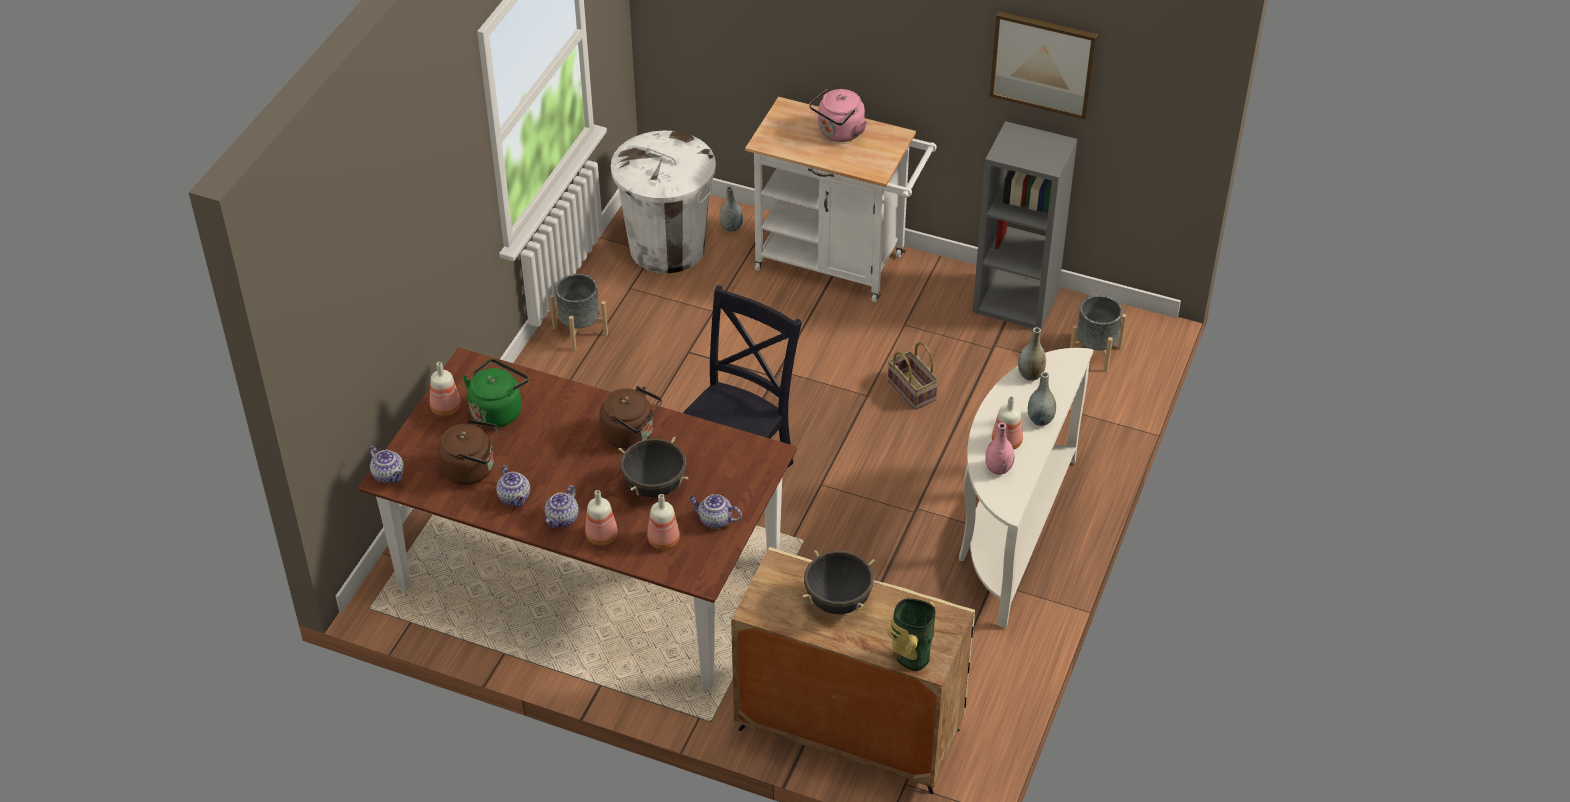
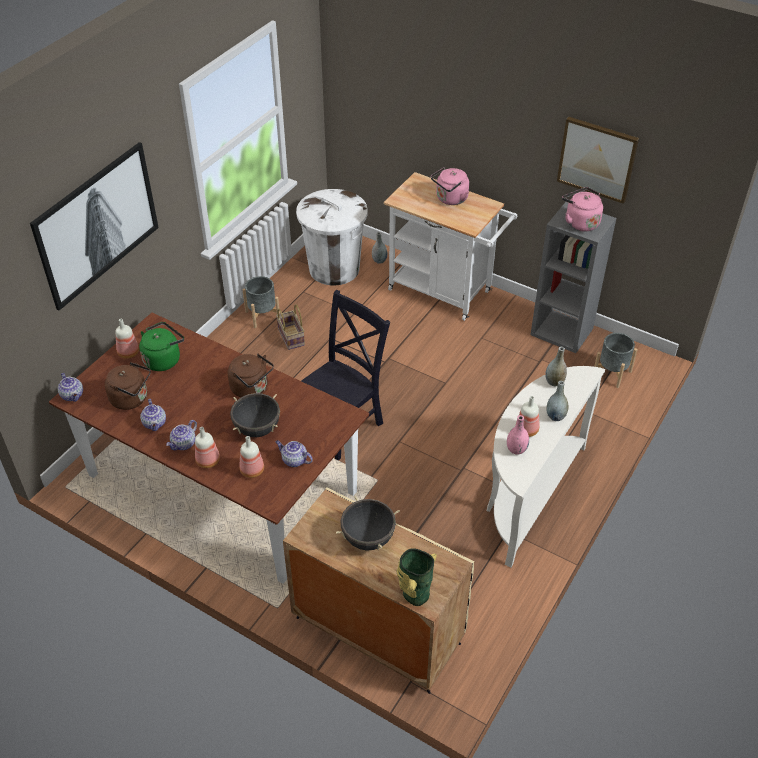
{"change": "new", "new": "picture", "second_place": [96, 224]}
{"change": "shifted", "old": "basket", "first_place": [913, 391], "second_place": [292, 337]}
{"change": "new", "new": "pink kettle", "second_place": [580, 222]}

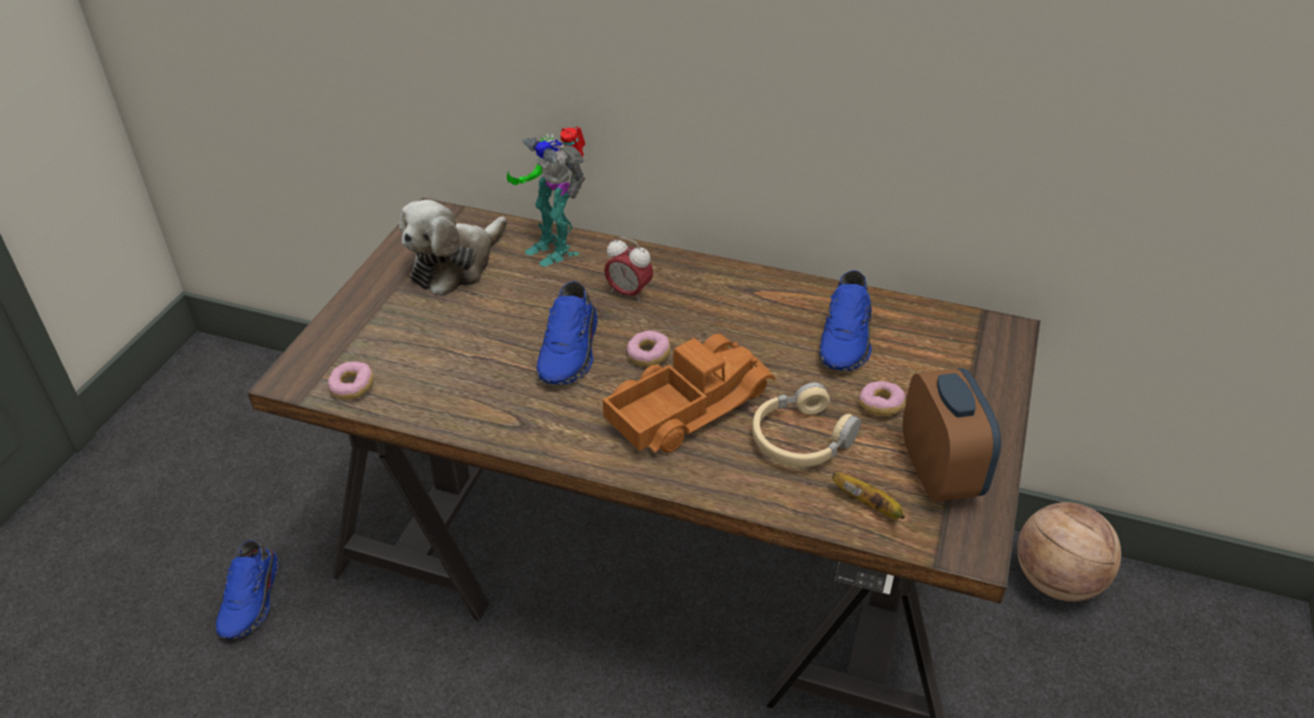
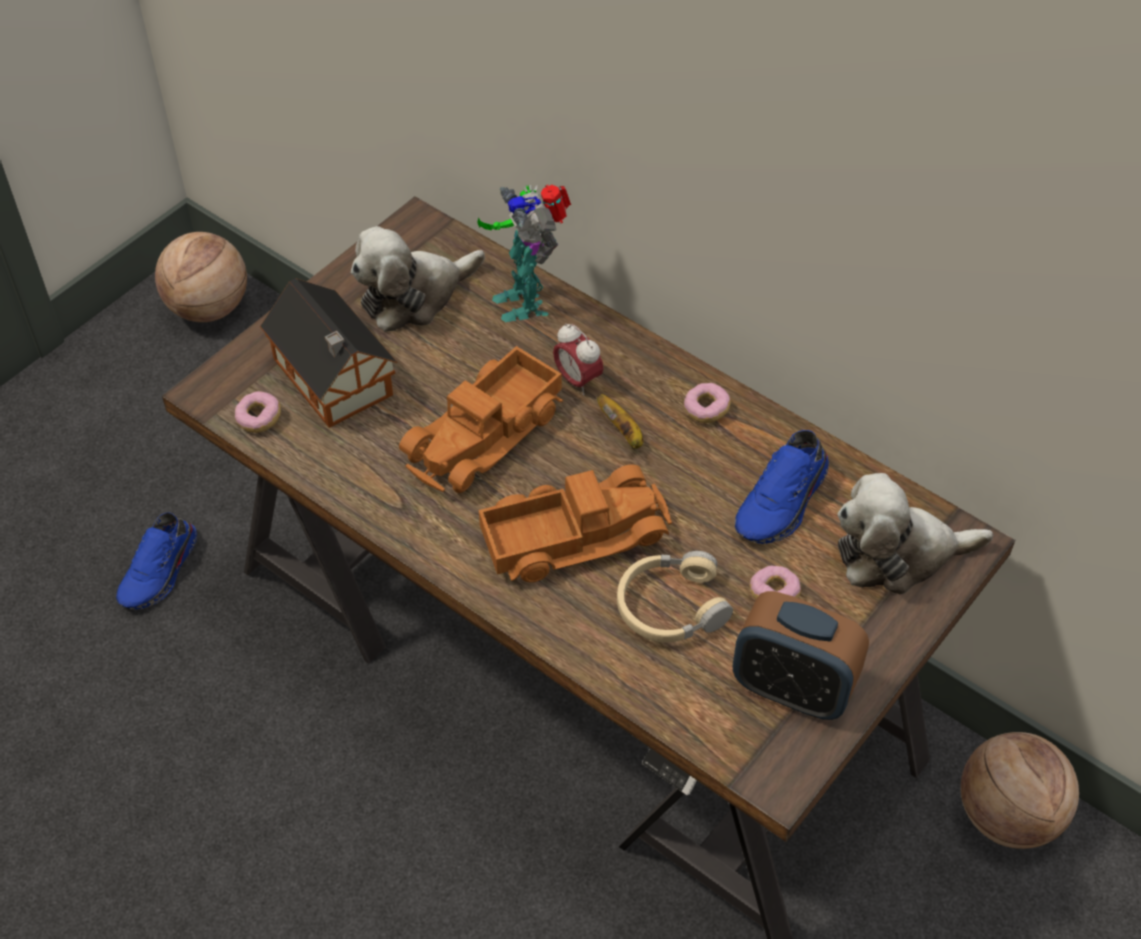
{"change": "new", "new": "basketball", "second_place": [209, 308]}
{"change": "new", "new": "toy house", "second_place": [334, 381]}
{"change": "swapped", "old": "blue shoe", "new": "toy truck", "first_place": [571, 351], "second_place": [487, 435]}
{"change": "shifted", "old": "banana", "first_place": [869, 506], "second_place": [623, 432]}
{"change": "shifted", "old": "donut", "first_place": [648, 356], "second_place": [706, 410]}
{"change": "rotated", "old": "alarm clock", "first_place": [940, 473], "second_place": [792, 688], "degrees": 105}
{"change": "new", "new": "plush toy", "second_place": [898, 554]}

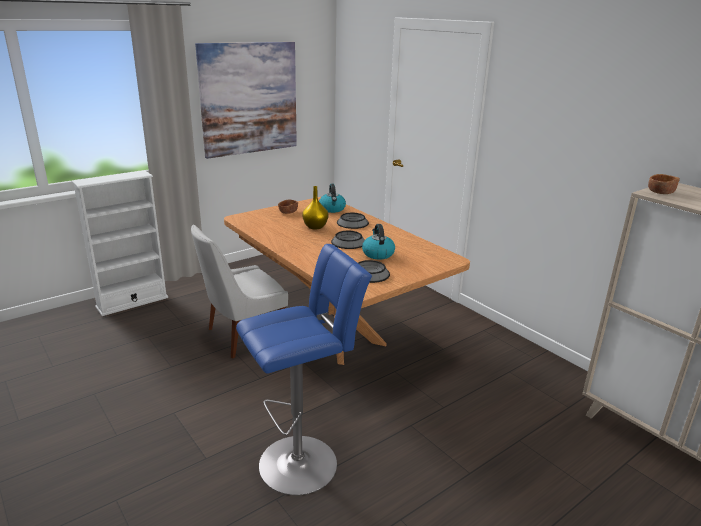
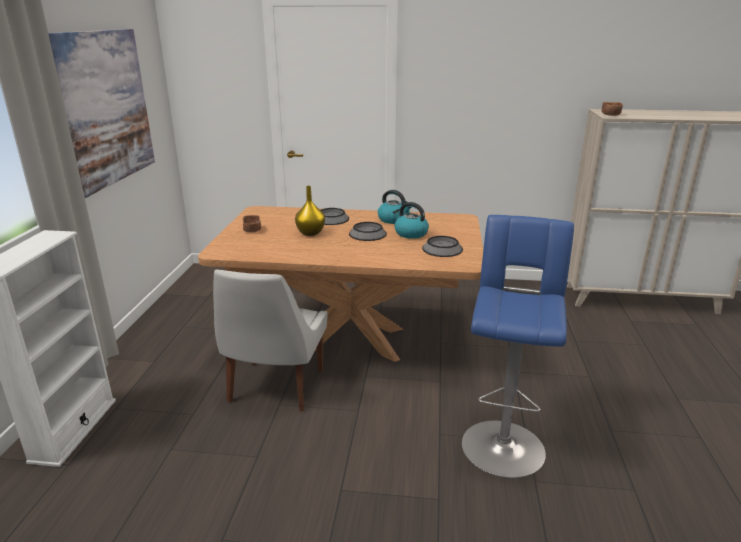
{"change": "shifted", "old": "kettle", "first_place": [332, 209], "second_place": [394, 219]}

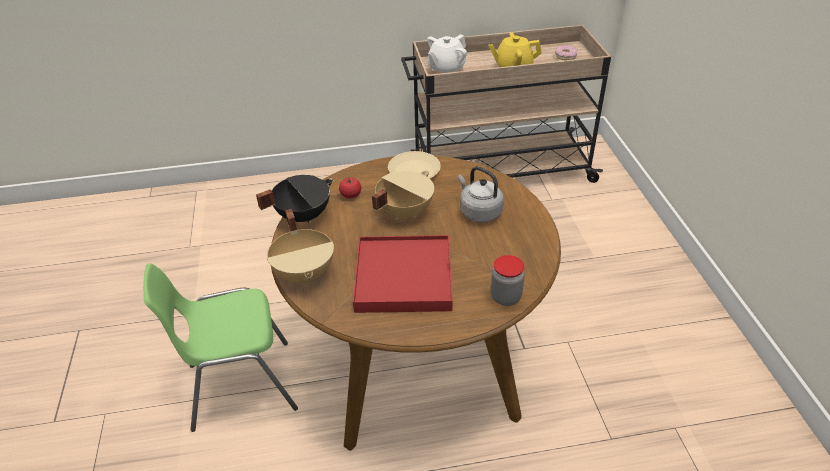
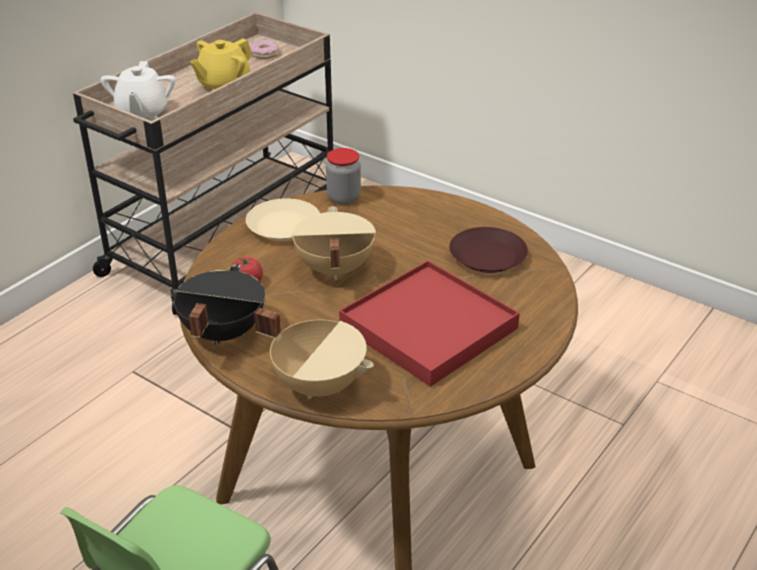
{"change": "shifted", "old": "jar", "first_place": [505, 297], "second_place": [344, 198]}
{"change": "new", "new": "brown plate", "second_place": [487, 257]}
{"change": "gone", "old": "grey kettle", "first_place": [479, 212]}

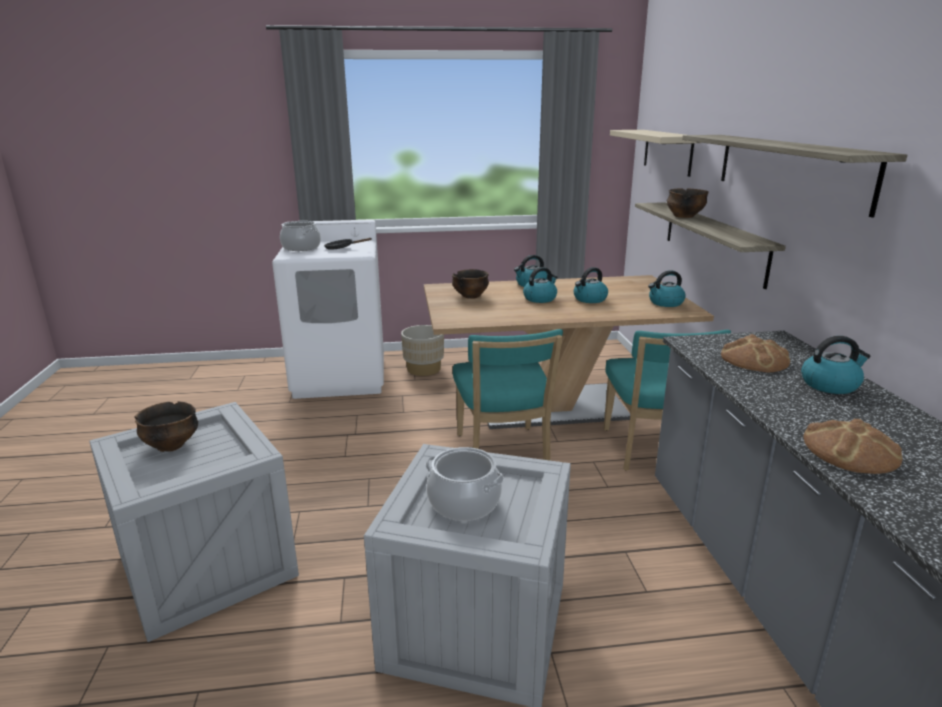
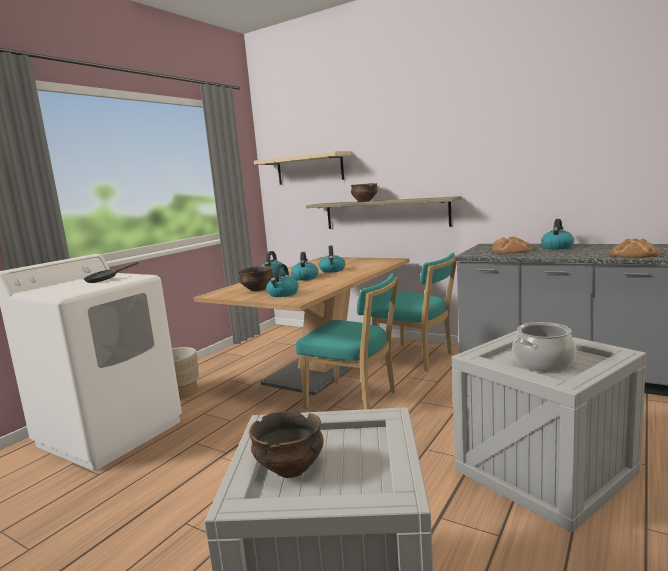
{"change": "shifted", "old": "kettle", "first_place": [665, 303], "second_place": [283, 294]}
{"change": "gone", "old": "cooking pot", "first_place": [301, 247]}
{"change": "gone", "old": "shelf", "first_place": [789, 169]}

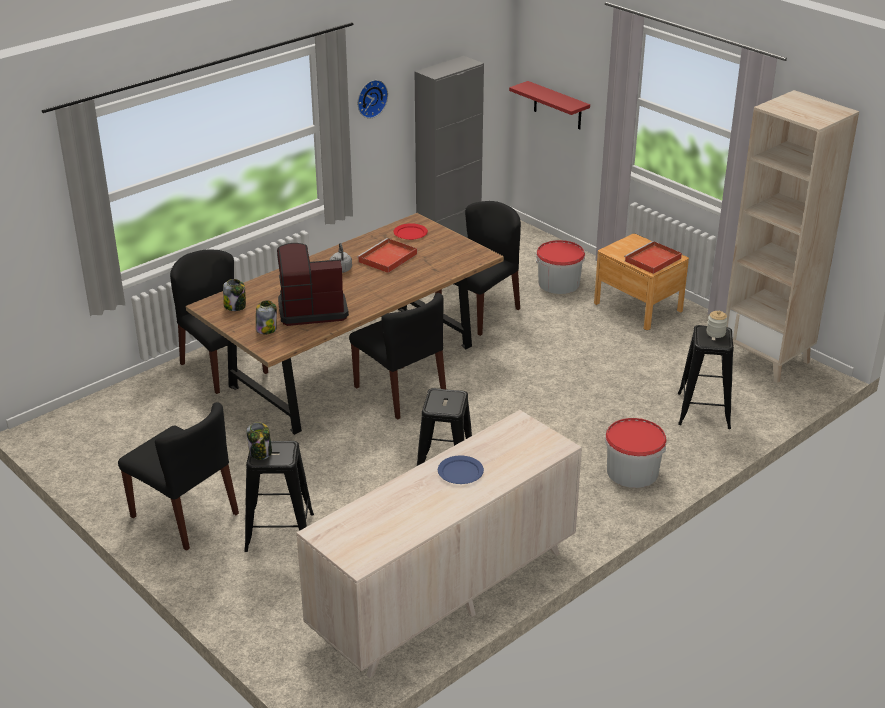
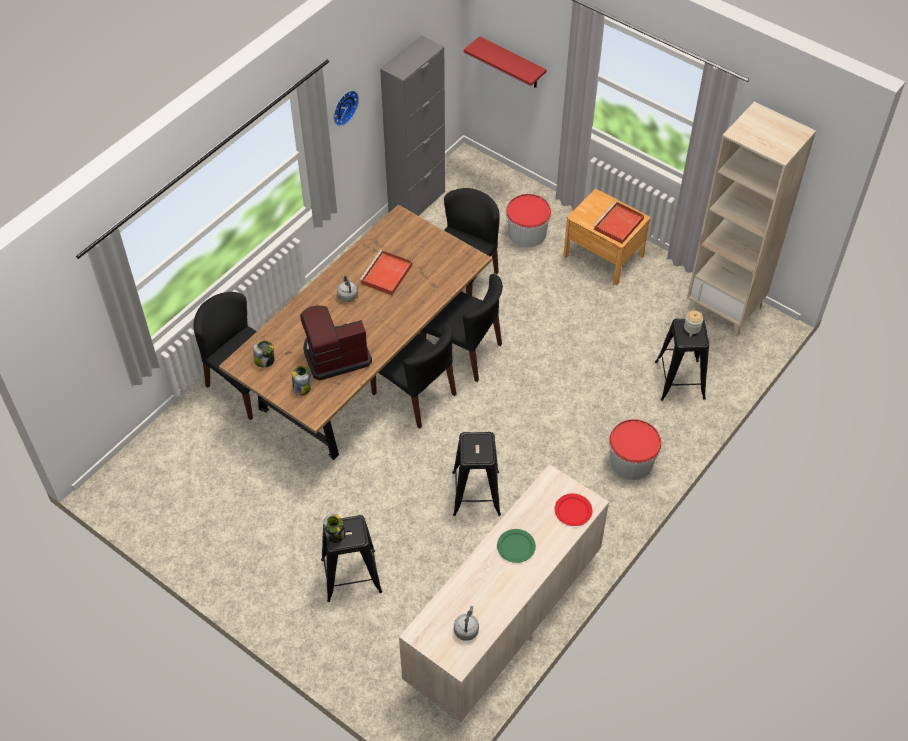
{"change": "shifted", "old": "black chair", "first_place": [185, 515], "second_place": [462, 351]}
{"change": "new", "new": "grey kettle", "second_place": [466, 629]}
{"change": "repainted", "old": "blue plate", "new": "green plate", "first_place": [460, 472], "second_place": [516, 547]}
{"change": "shifted", "old": "red plate", "first_place": [410, 233], "second_place": [572, 510]}

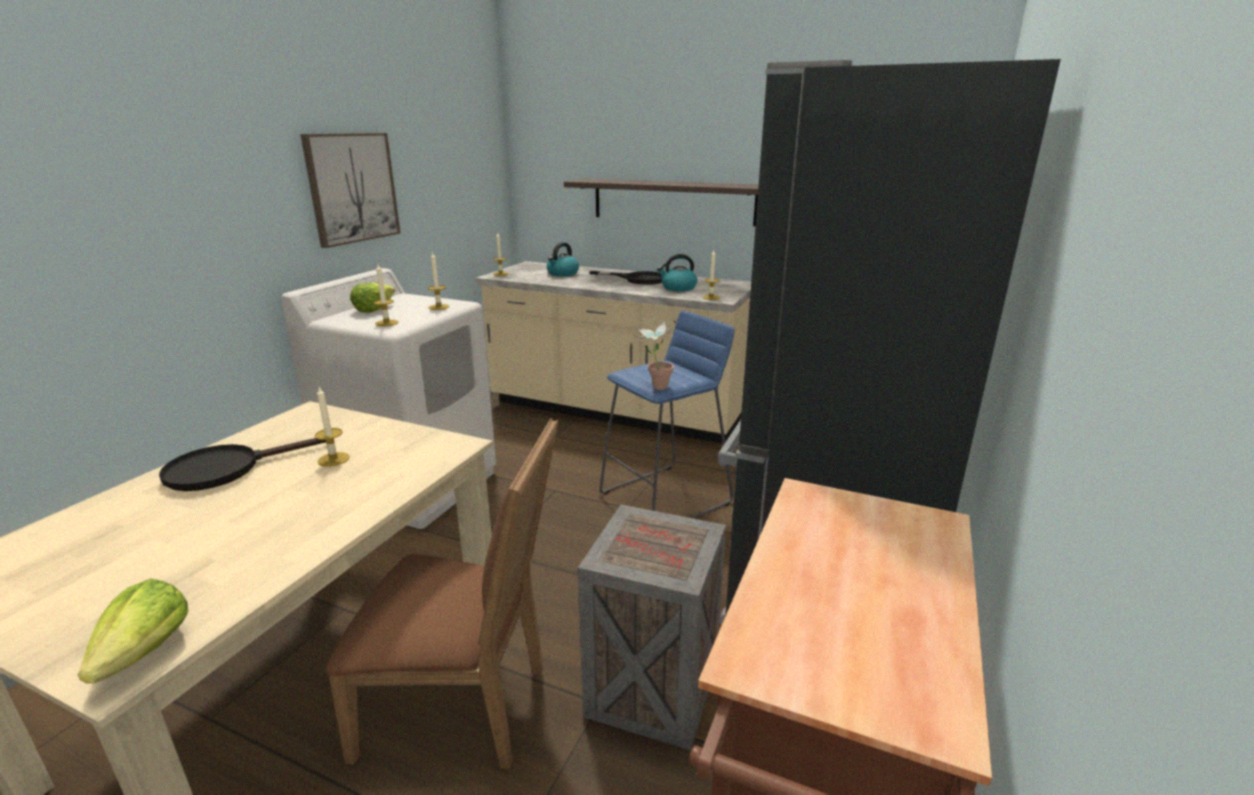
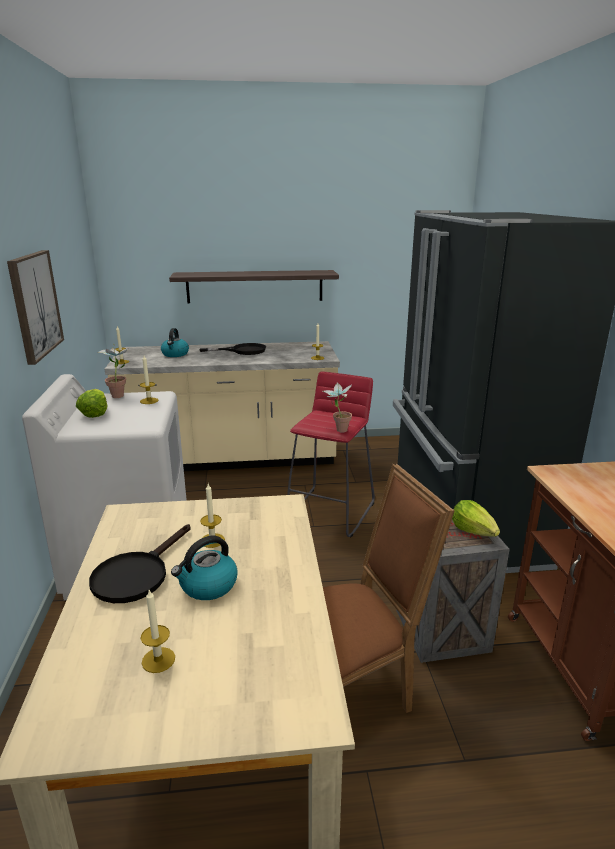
{"change": "new", "new": "potted plant", "second_place": [120, 394]}
{"change": "shifted", "old": "candle", "first_place": [386, 323], "second_place": [158, 660]}
{"change": "shifted", "old": "kettle", "first_place": [678, 288], "second_place": [208, 586]}
{"change": "repainted", "old": "blue stool", "new": "red stool", "first_place": [666, 498], "second_place": [331, 511]}
{"change": "shifted", "old": "lettuce", "first_place": [145, 652], "second_place": [474, 531]}

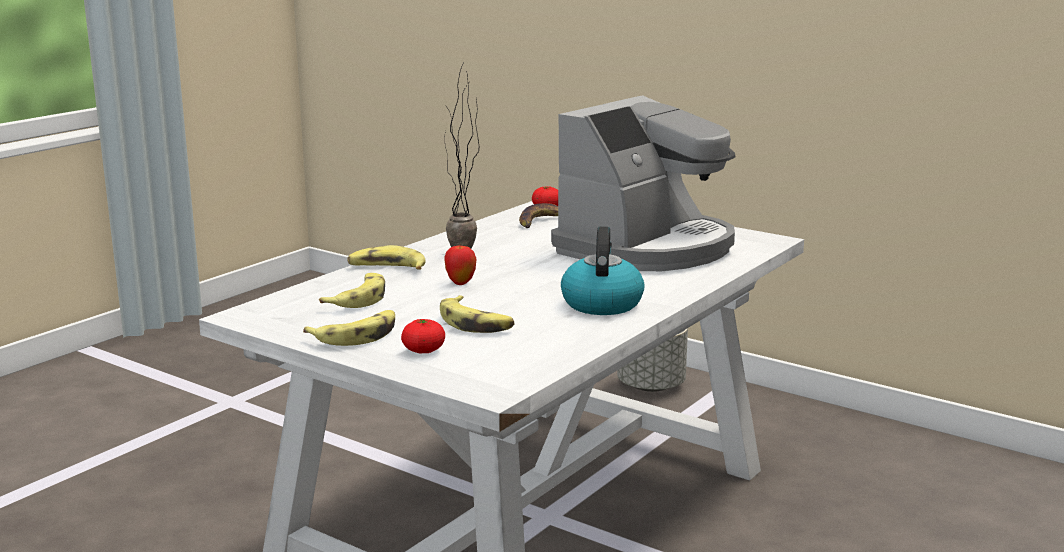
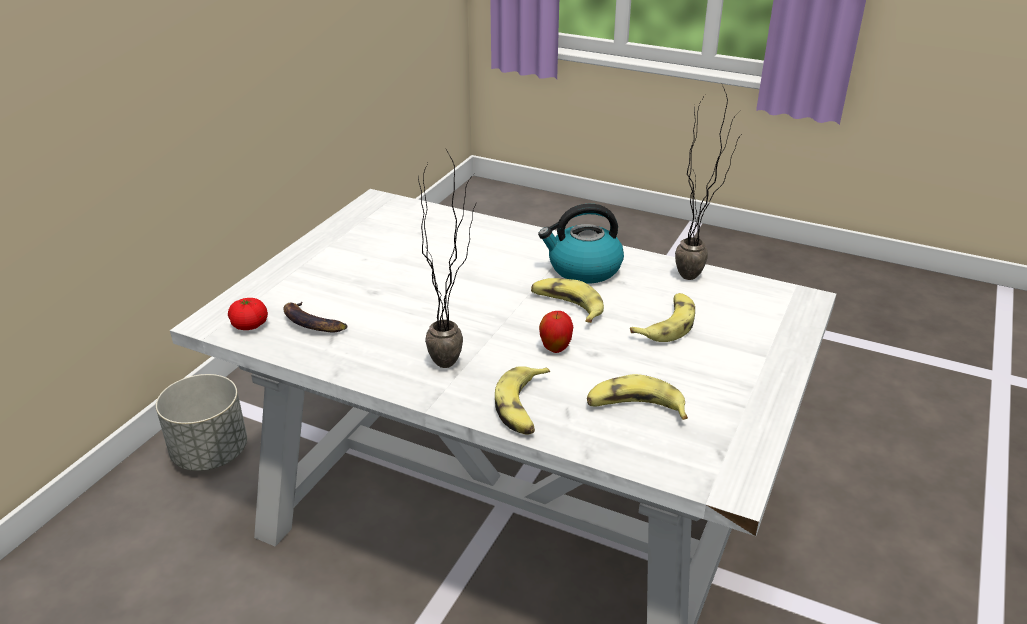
{"change": "shifted", "old": "banana", "first_place": [357, 336], "second_place": [567, 306]}
{"change": "new", "new": "potted plant", "second_place": [698, 276]}
{"change": "gone", "old": "tomato", "first_place": [423, 350]}
{"change": "gone", "old": "coffee machine", "first_place": [647, 248]}

